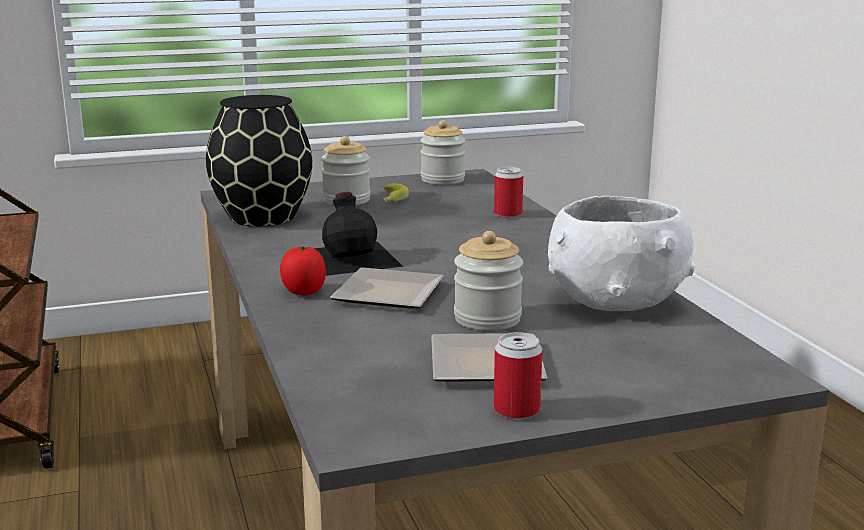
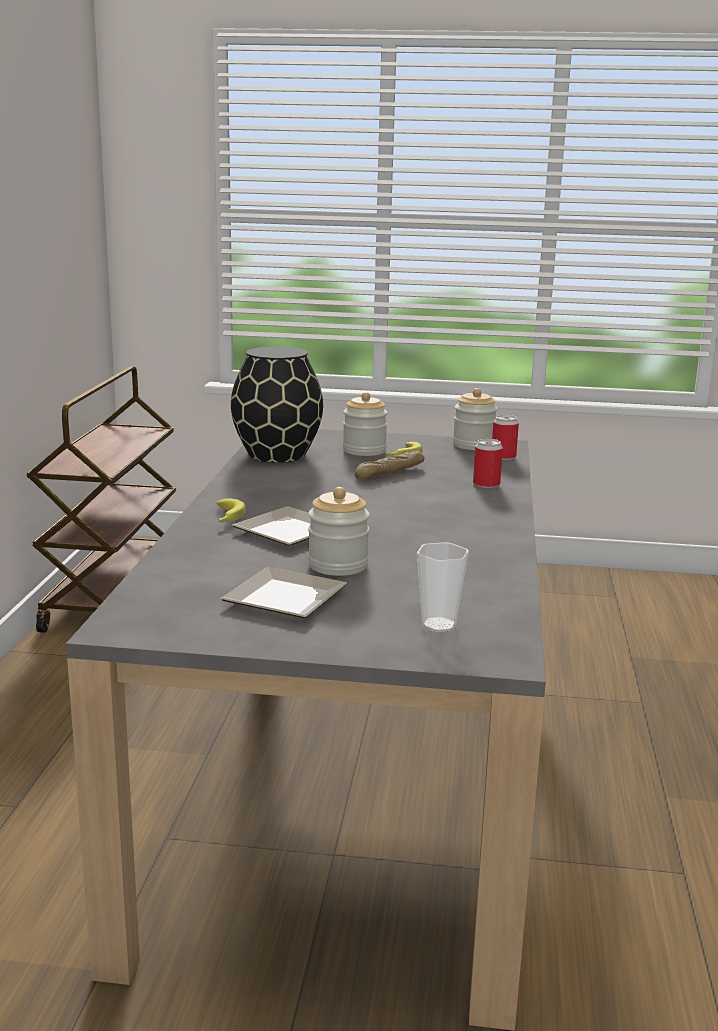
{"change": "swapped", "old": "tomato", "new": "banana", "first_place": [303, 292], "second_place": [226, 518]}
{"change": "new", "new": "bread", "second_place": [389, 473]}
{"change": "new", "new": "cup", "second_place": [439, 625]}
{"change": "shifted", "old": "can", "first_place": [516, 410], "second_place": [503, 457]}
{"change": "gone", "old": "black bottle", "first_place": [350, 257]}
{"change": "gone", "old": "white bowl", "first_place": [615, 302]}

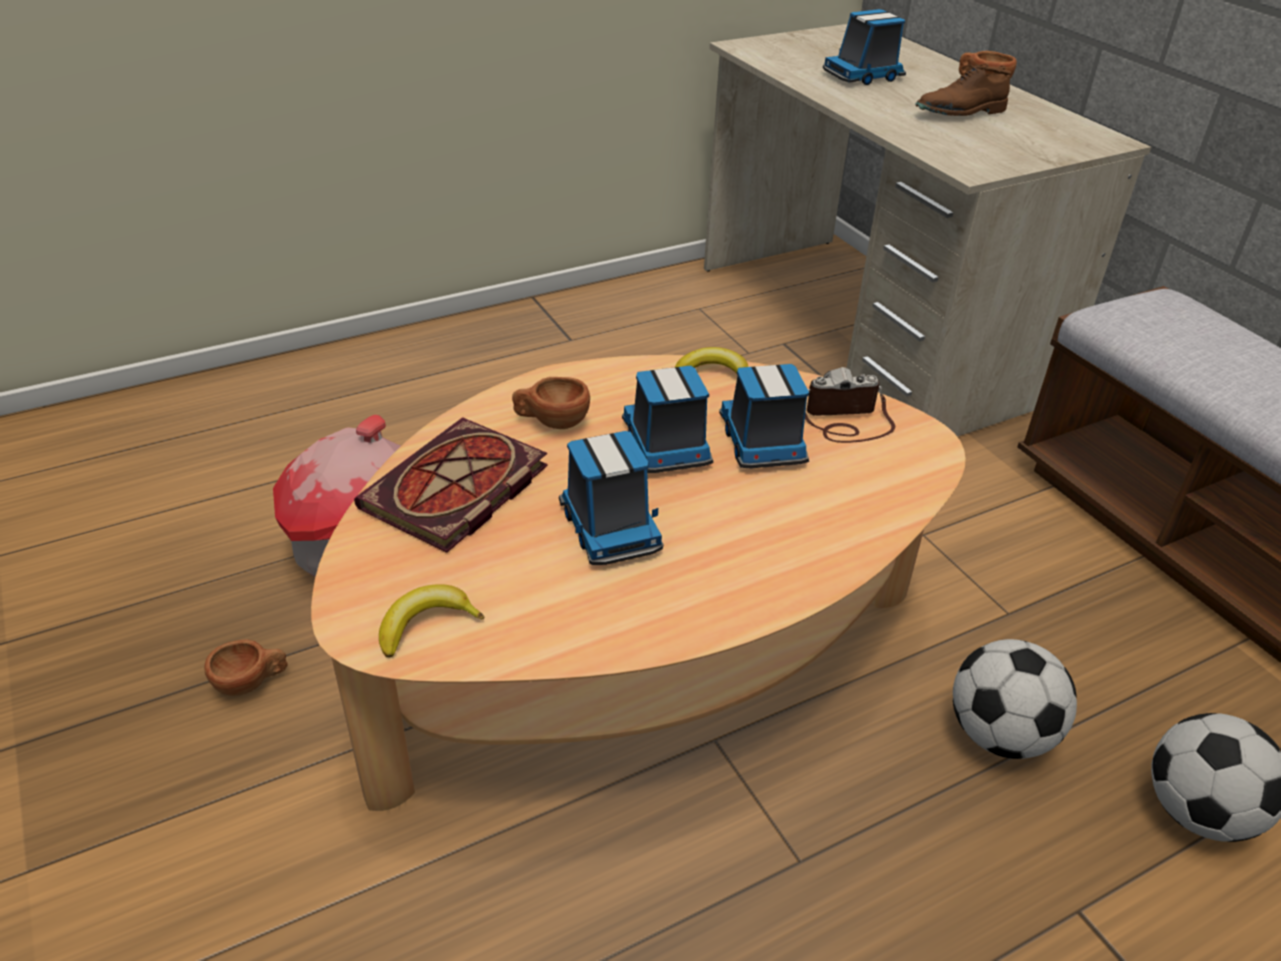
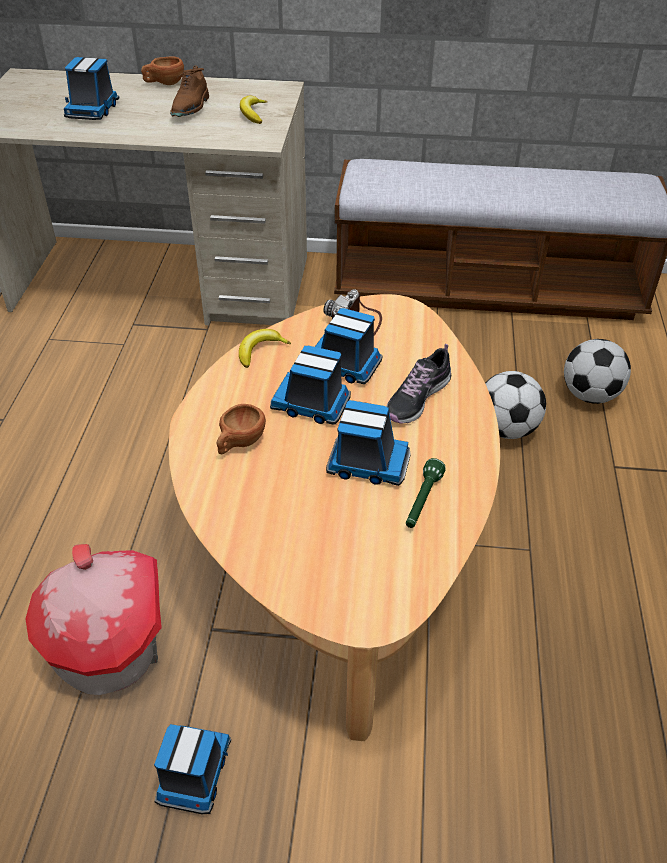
{"change": "swapped", "old": "brown cup", "new": "toy truck", "first_place": [251, 682], "second_place": [194, 774]}
{"change": "shifted", "old": "banana", "first_place": [426, 625], "second_place": [253, 114]}
{"change": "new", "new": "shoe", "second_place": [417, 398]}
{"change": "new", "new": "green flashlight", "second_place": [422, 501]}
{"change": "gone", "old": "book", "first_place": [455, 491]}

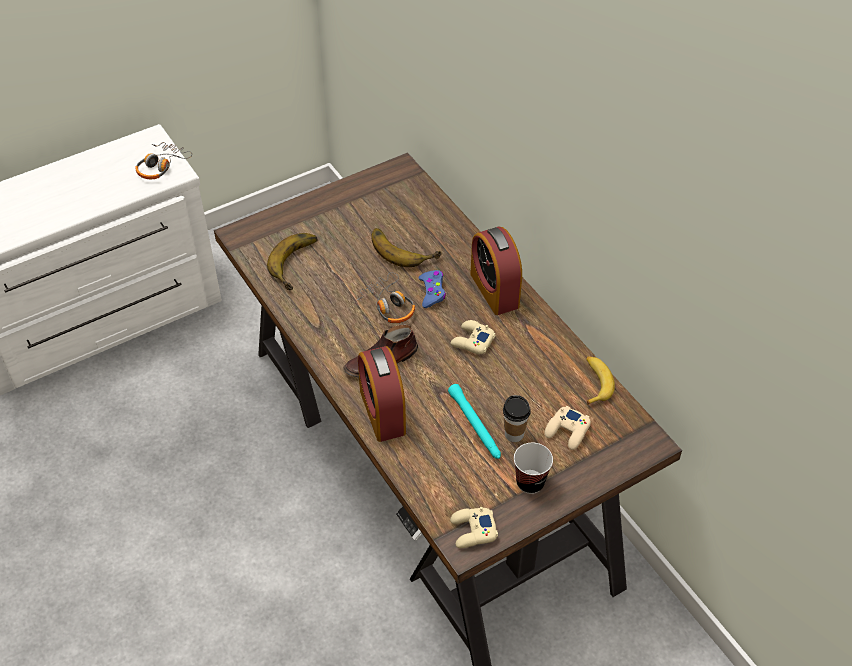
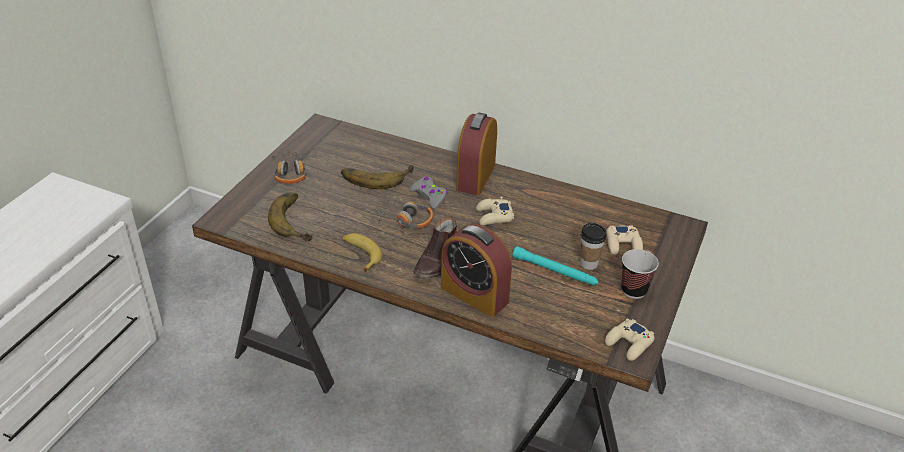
{"change": "shifted", "old": "headphones", "first_place": [161, 166], "second_place": [292, 171]}
{"change": "shifted", "old": "banana", "first_place": [595, 383], "second_place": [361, 254]}
{"change": "repainted", "old": "blue game controller", "new": "grey game controller", "first_place": [432, 292], "second_place": [429, 196]}
{"change": "rotated", "old": "alarm clock", "first_place": [494, 290], "second_place": [476, 177], "degrees": 75}

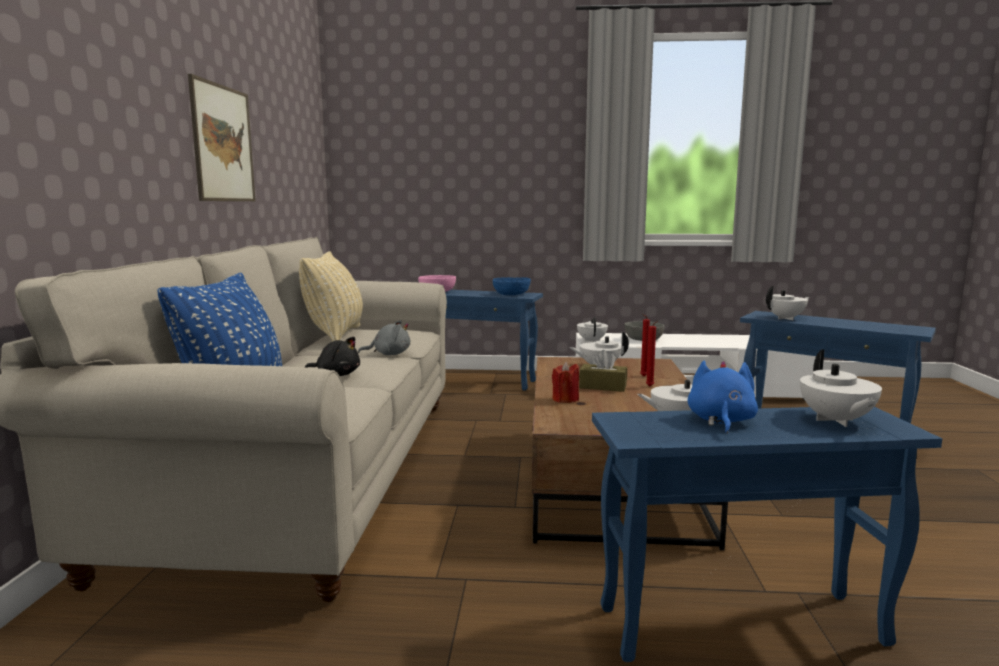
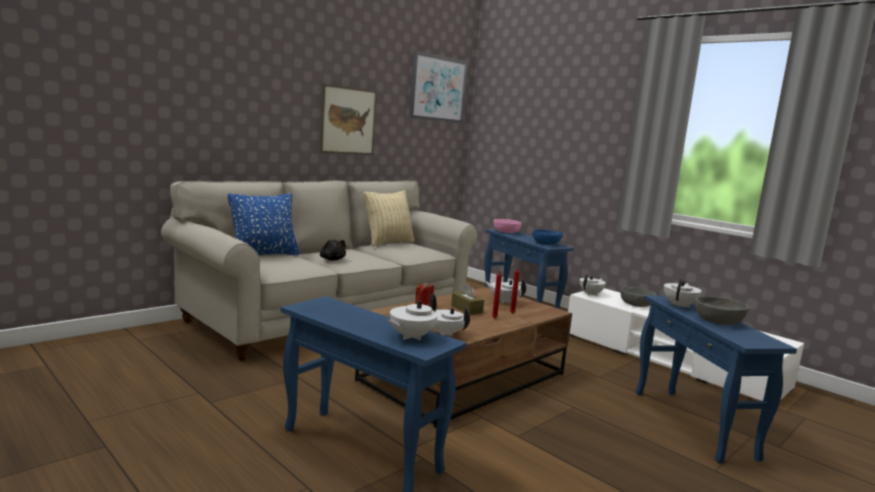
{"change": "new", "new": "picture", "second_place": [438, 89]}
{"change": "rotated", "old": "white teapot", "first_place": [786, 318], "second_place": [680, 305], "degrees": -75}
{"change": "new", "new": "grey bowl", "second_place": [717, 321]}
{"change": "gone", "old": "grey plush toy", "first_place": [389, 354]}
{"change": "gone", "old": "blue plush toy", "first_place": [720, 421]}

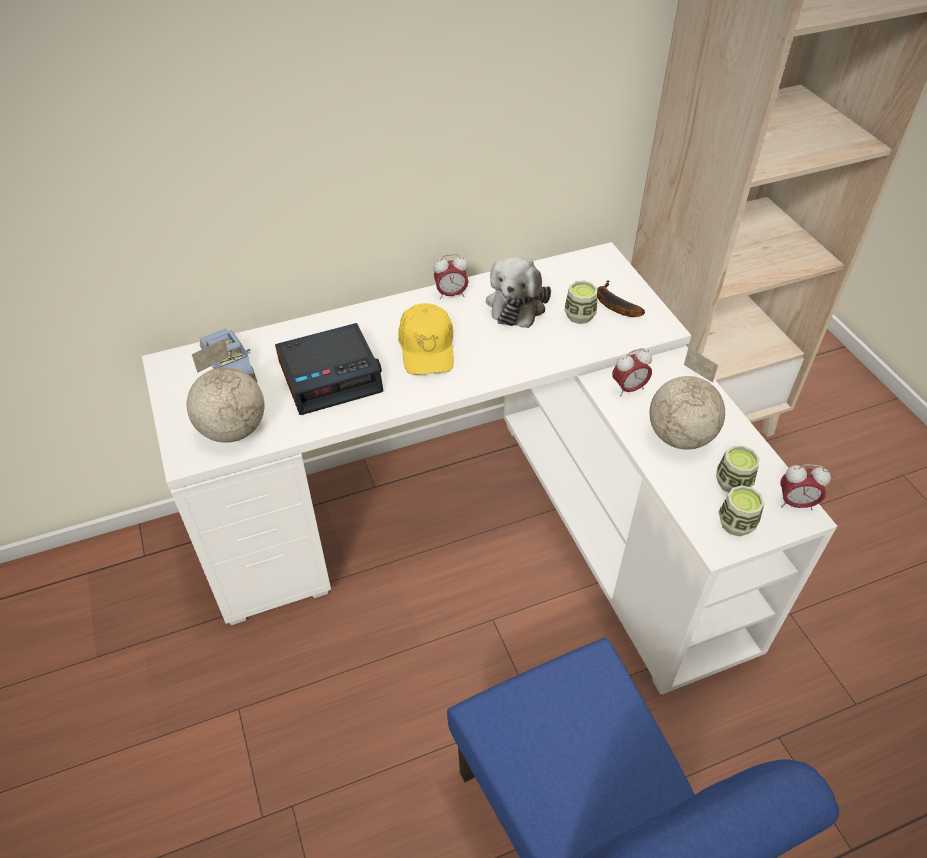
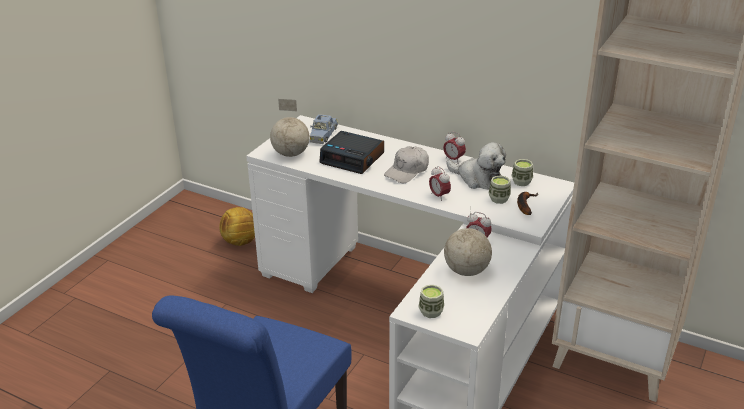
{"change": "new", "new": "football", "second_place": [240, 241]}
{"change": "repainted", "old": "yellow cap", "new": "white cap", "first_place": [427, 348], "second_place": [407, 171]}
{"change": "shifted", "old": "alarm clock", "first_place": [795, 503], "second_place": [439, 196]}
{"change": "rotated", "old": "plush toy", "first_place": [517, 303], "second_place": [478, 178], "degrees": -120}
{"change": "shifted", "old": "cup", "first_place": [732, 483], "second_place": [521, 182]}

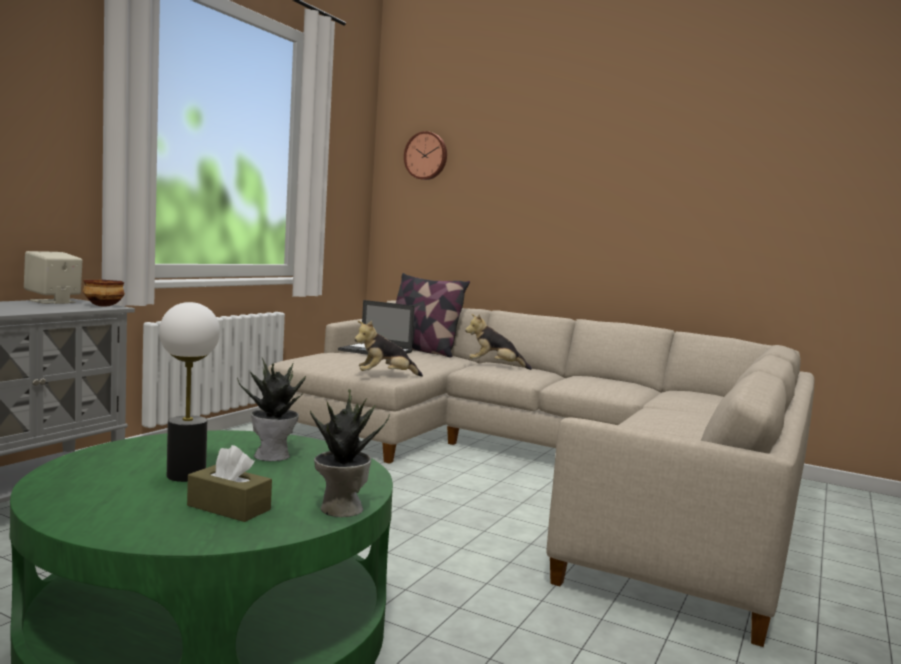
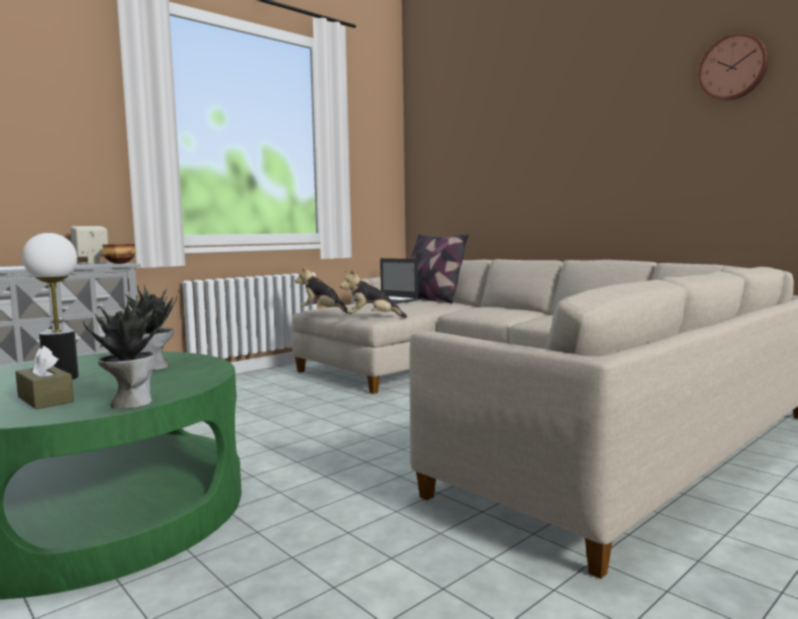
{"change": "shifted", "old": "plush toy", "first_place": [495, 366], "second_place": [323, 312]}
{"change": "shifted", "old": "wall clock", "first_place": [426, 156], "second_place": [733, 68]}

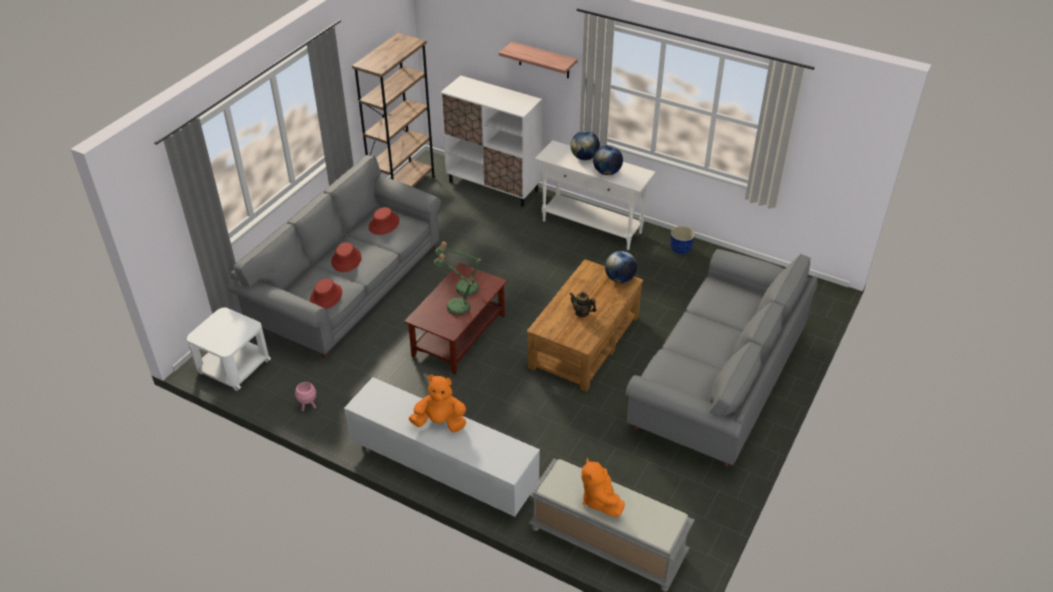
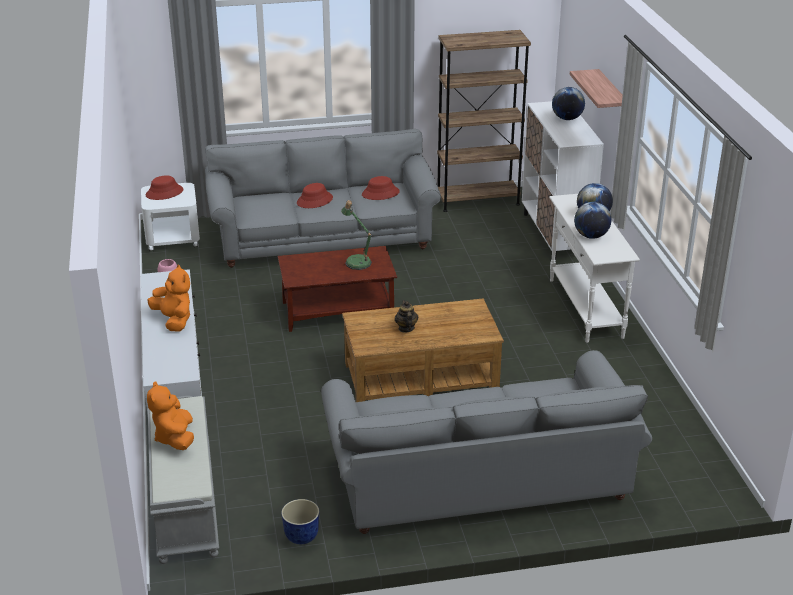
{"change": "shifted", "old": "red hat", "first_place": [326, 296], "second_place": [164, 193]}
{"change": "rotated", "old": "orange plush toy", "first_place": [600, 500], "second_place": [175, 438], "degrees": -45}
{"change": "shifted", "old": "planter", "first_place": [680, 250], "second_place": [301, 537]}
{"change": "shifted", "old": "globe", "first_place": [620, 279], "second_place": [567, 118]}
{"change": "gone", "old": "table lamp", "first_place": [455, 304]}

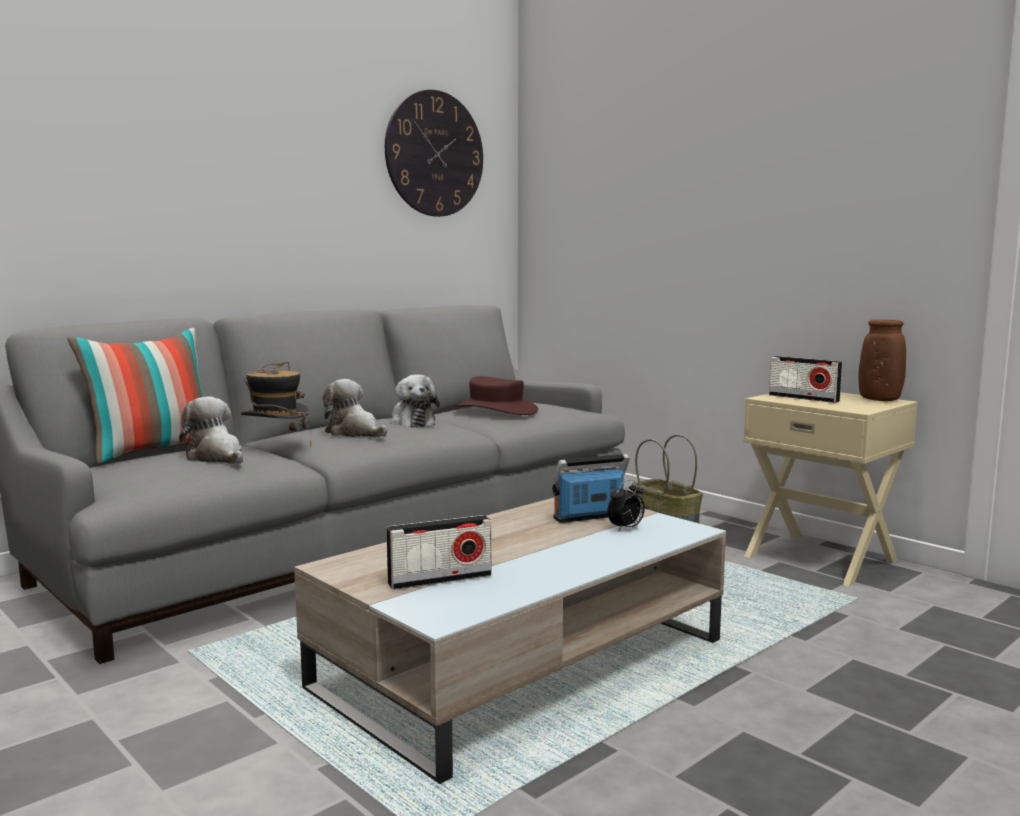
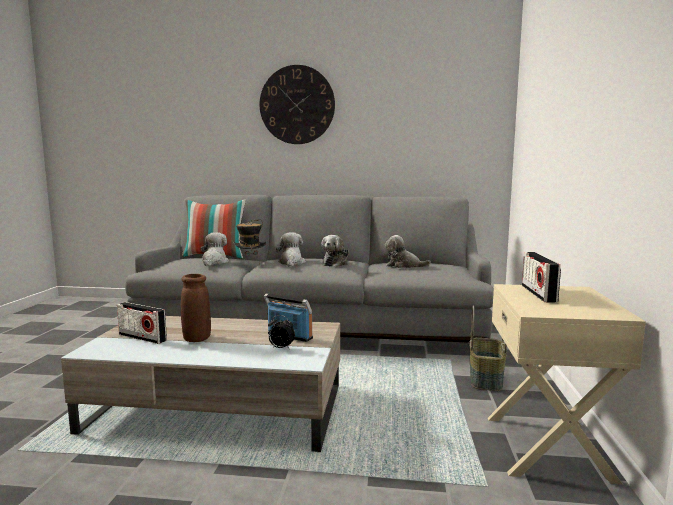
{"change": "shifted", "old": "brown vase", "first_place": [880, 399], "second_place": [197, 339]}
{"change": "shifted", "old": "wall clock", "first_place": [434, 154], "second_place": [297, 105]}
{"change": "swapped", "old": "brown hat", "new": "plush toy", "first_place": [496, 409], "second_place": [403, 265]}

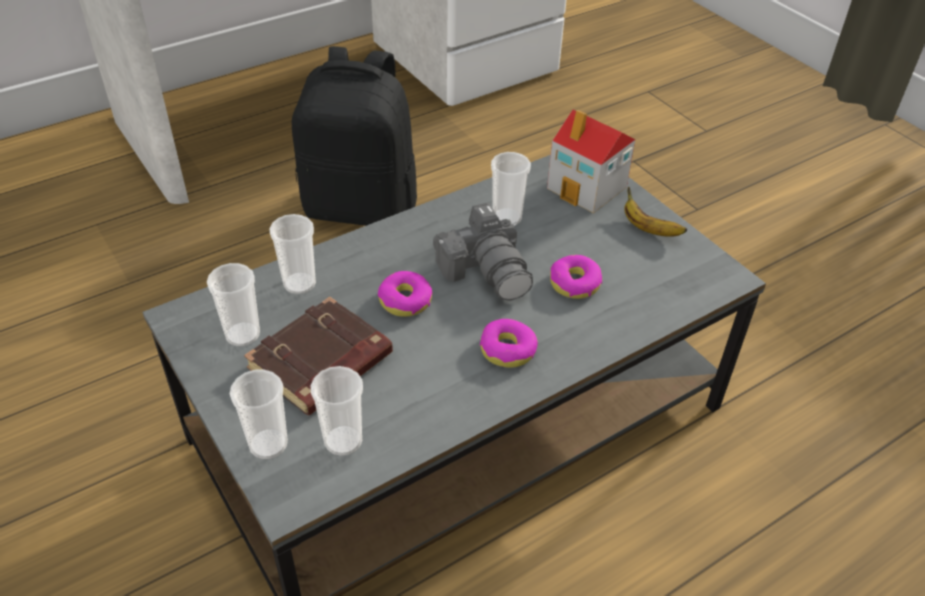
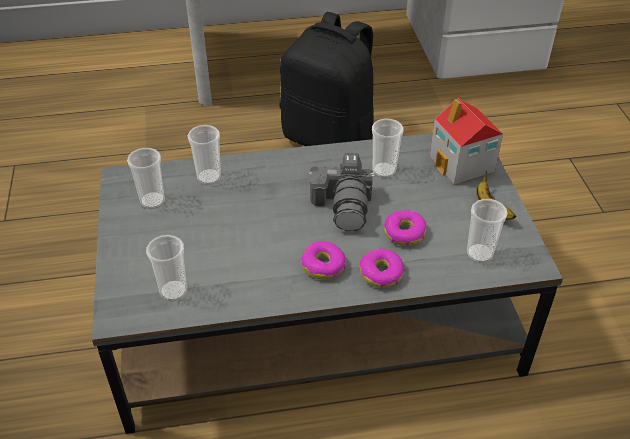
{"change": "shifted", "old": "donut", "first_place": [405, 301], "second_place": [381, 273]}
{"change": "shifted", "old": "cup", "first_place": [268, 444], "second_place": [479, 254]}
{"change": "gone", "old": "brown book", "first_place": [321, 364]}

